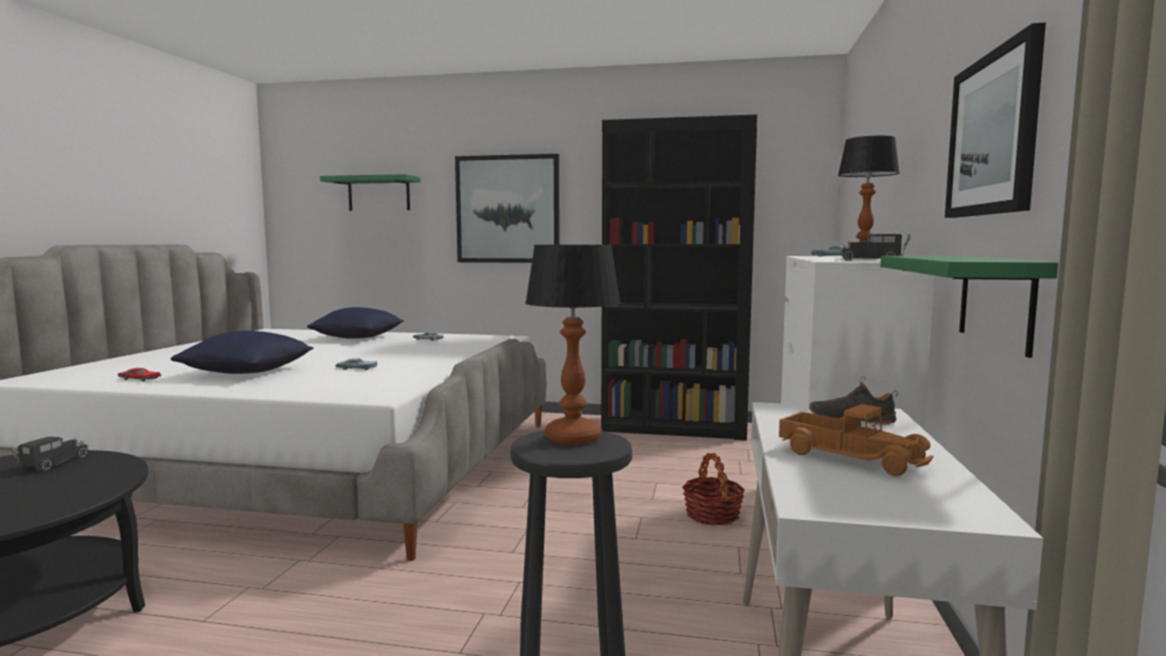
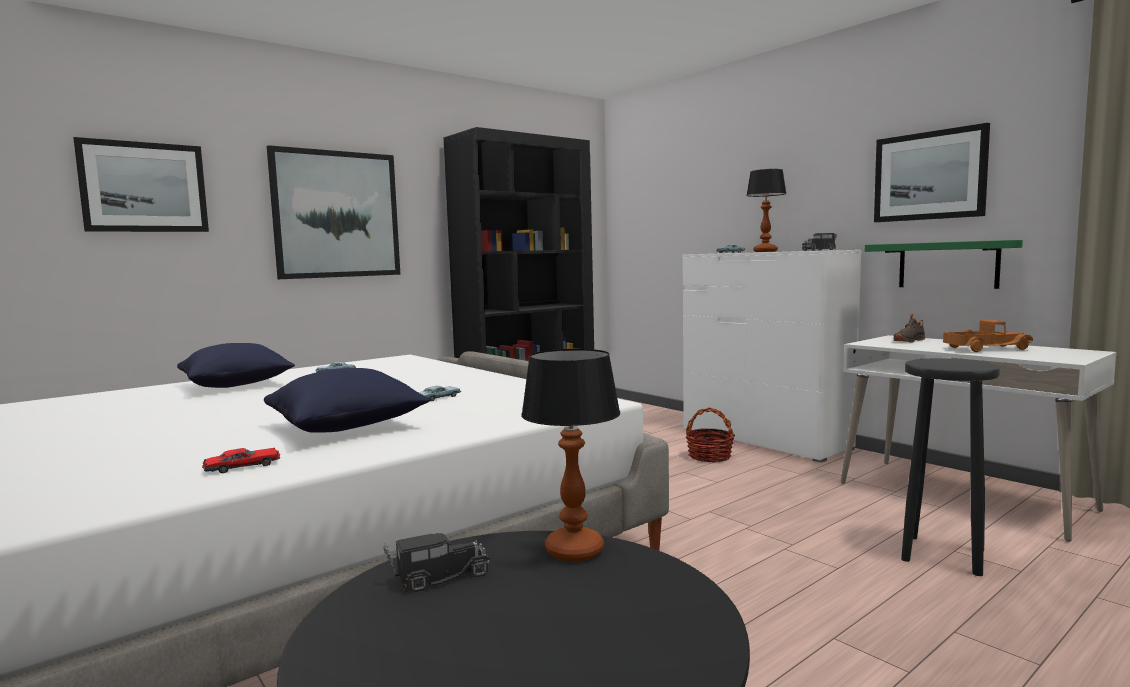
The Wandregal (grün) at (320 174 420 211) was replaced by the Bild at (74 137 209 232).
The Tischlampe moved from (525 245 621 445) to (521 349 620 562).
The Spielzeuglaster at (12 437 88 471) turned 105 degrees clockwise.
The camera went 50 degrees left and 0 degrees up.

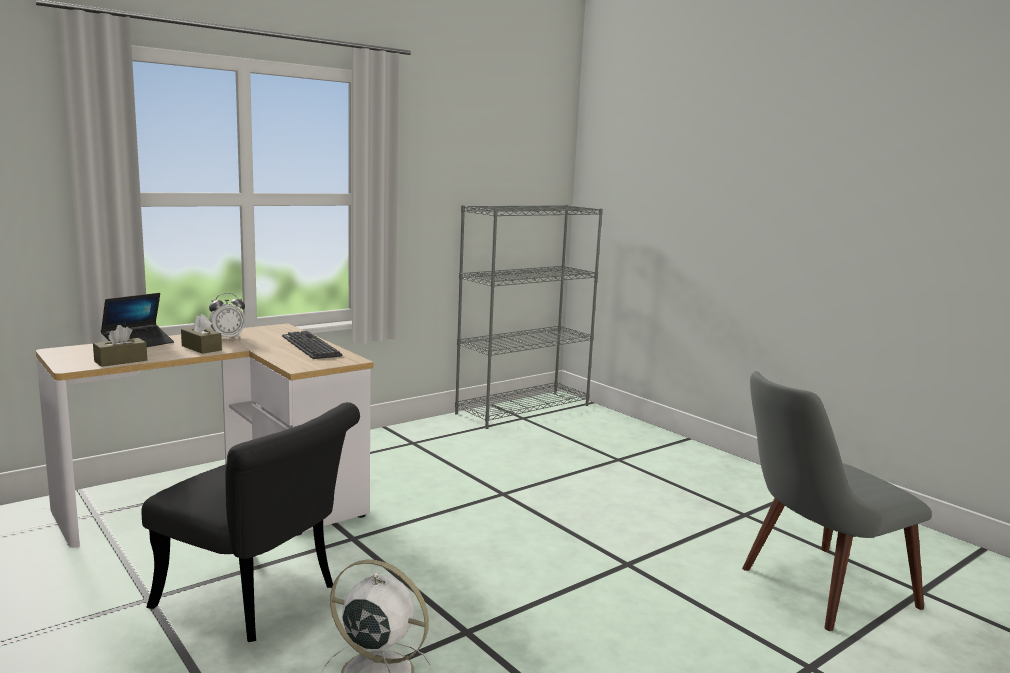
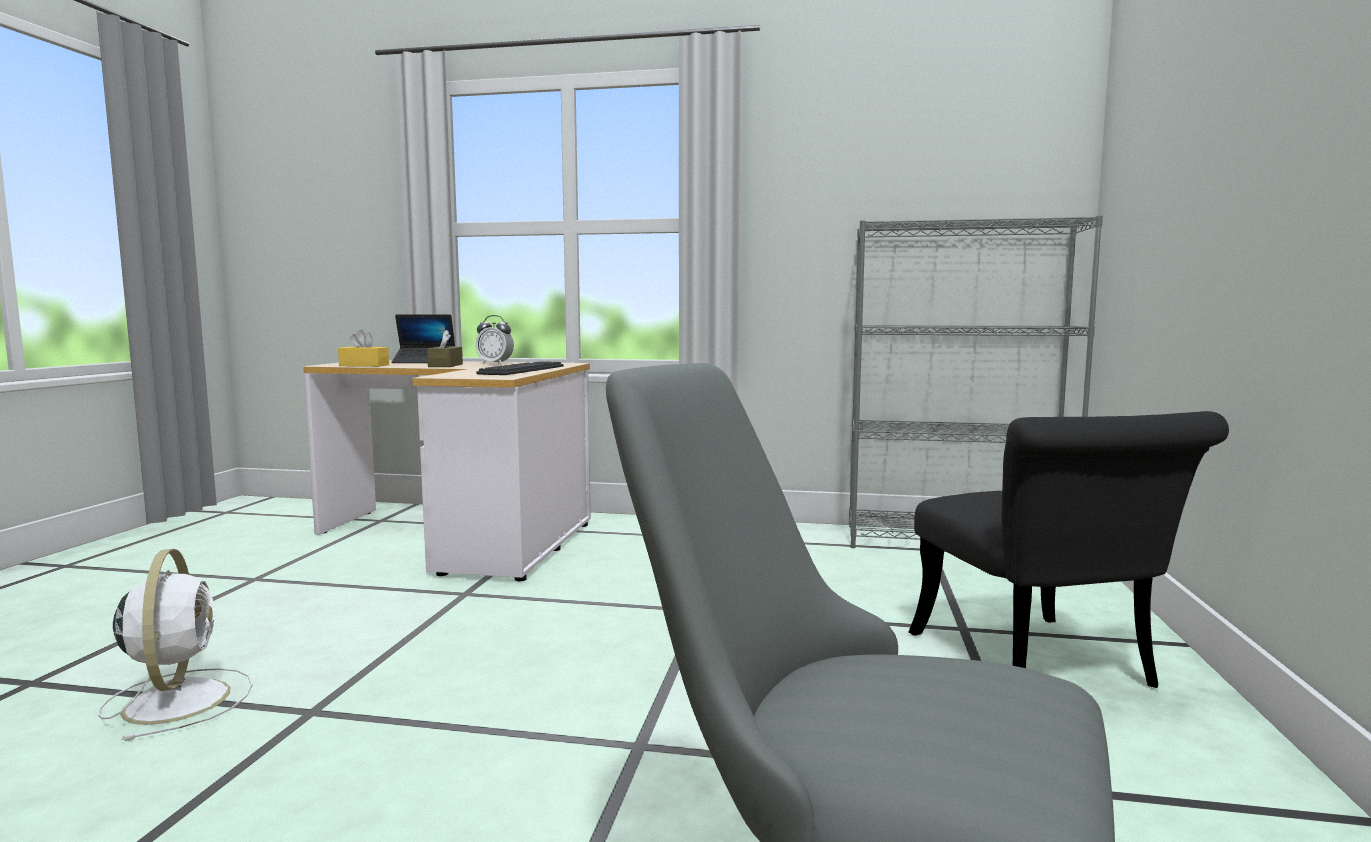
The Taschentuchbox (braun) at (93 325 147 367) became the Taschentuchbox (gelb) at (338 330 389 367).
The Stuhl (schwarz) moved from (142 402 360 642) to (908 411 1229 688).
The camera went 50 degrees right and 5 degrees down.

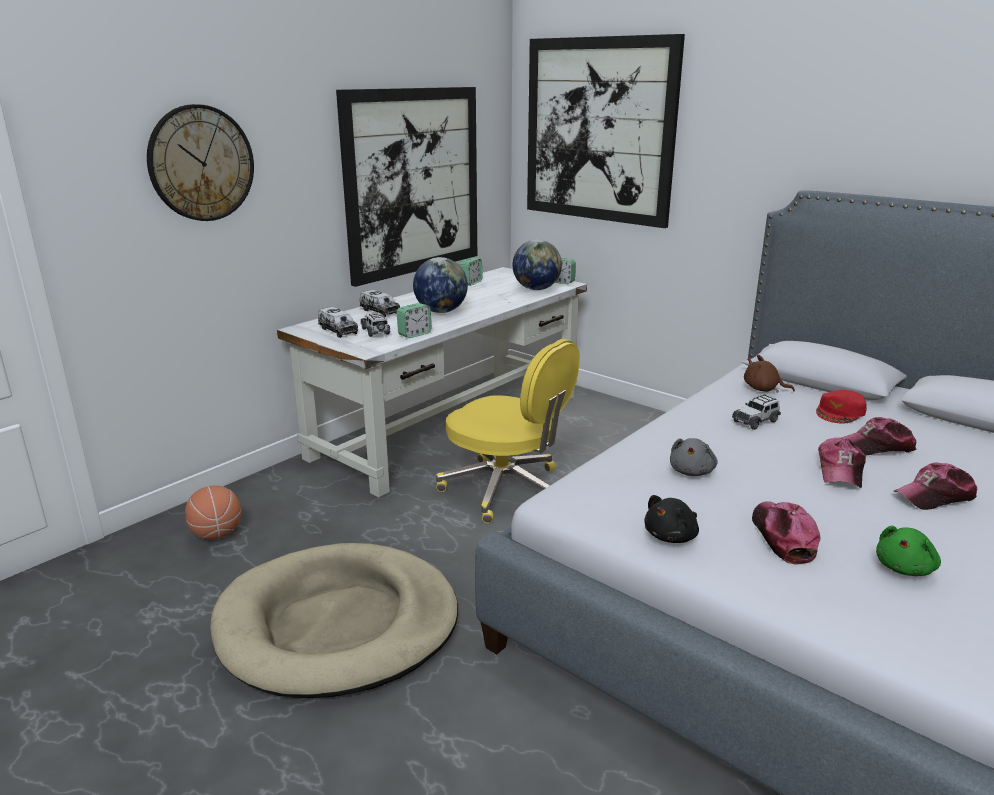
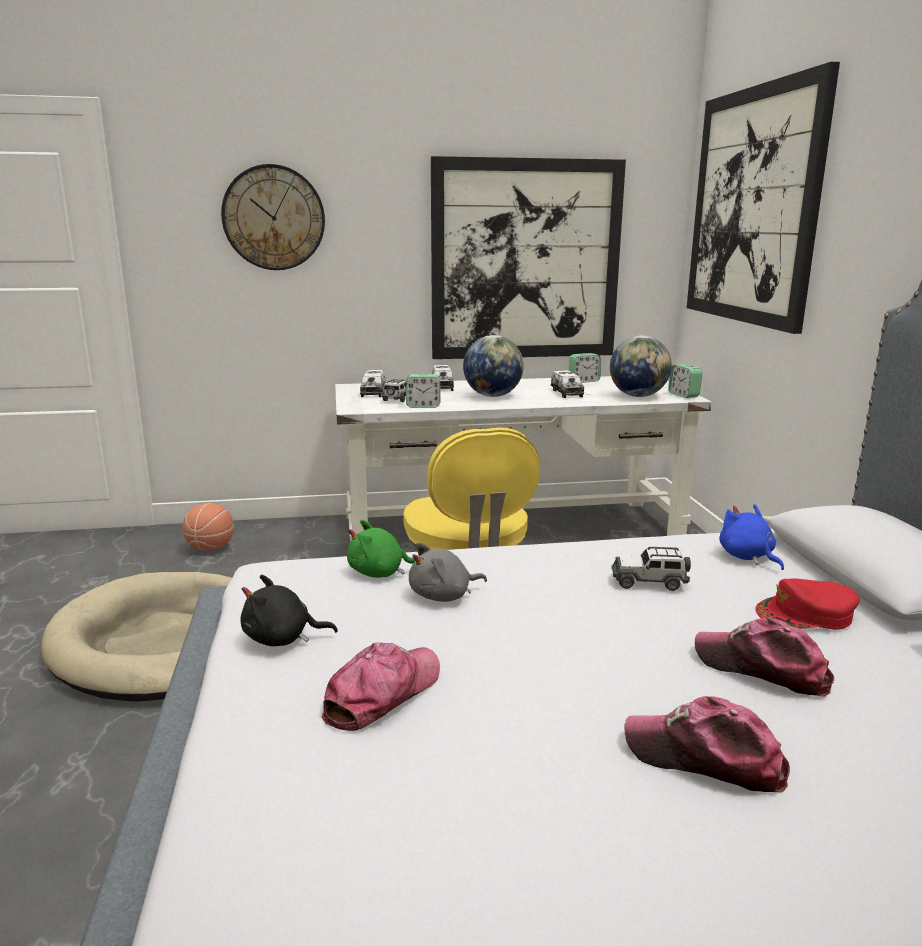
The Plüschtier (braun) at (744 355 795 393) became the Plüschtier (blau) at (719 504 784 570).
The Kappe at (818 438 866 488) disappeared.
The Plüschtier (grün) moved from (876 526 941 576) to (347 520 415 578).
The Spielzeuglaster at (551 370 584 398) appeared.
The camera went 40 degrees right and 5 degrees down.

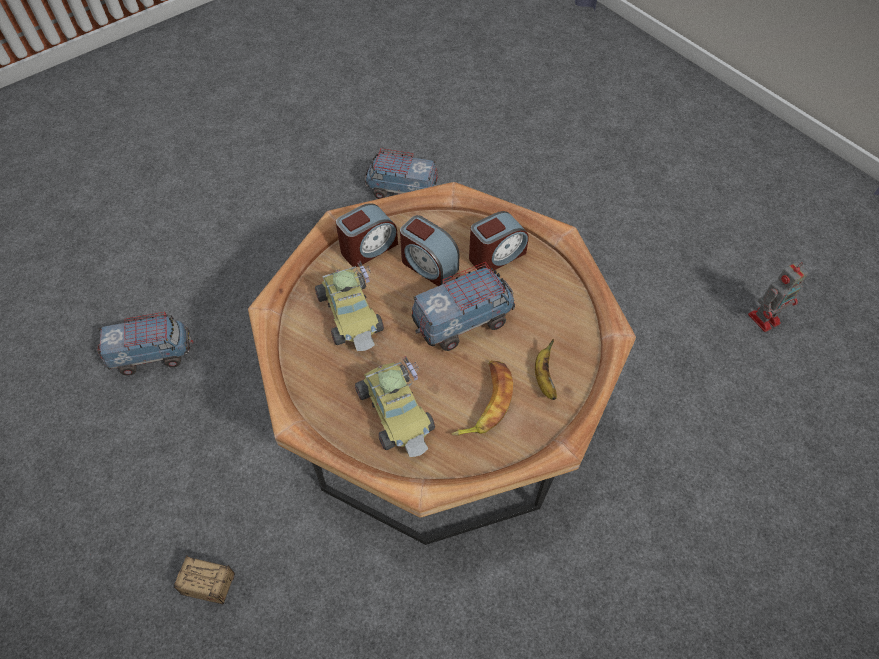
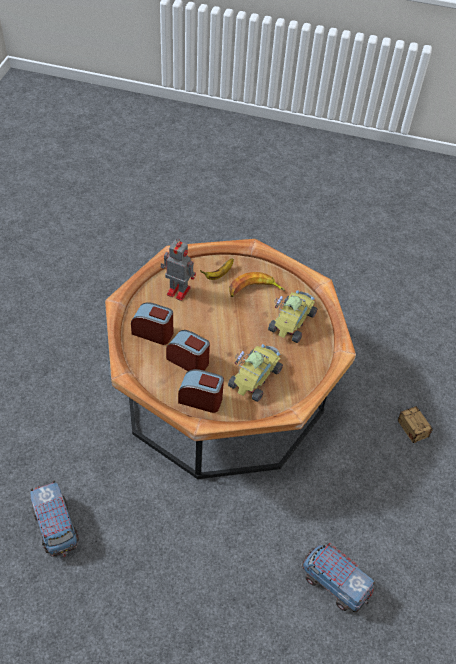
The Wecker at (400 215 460 286) turned 60 degrees counterclockwise.
The Spielzeuglaster at (412 262 515 351) disappeared.
The Spielzeugroboter moved from (748 262 809 332) to (160 238 196 301).
The camera went 130 degrees left and 5 degrees down.

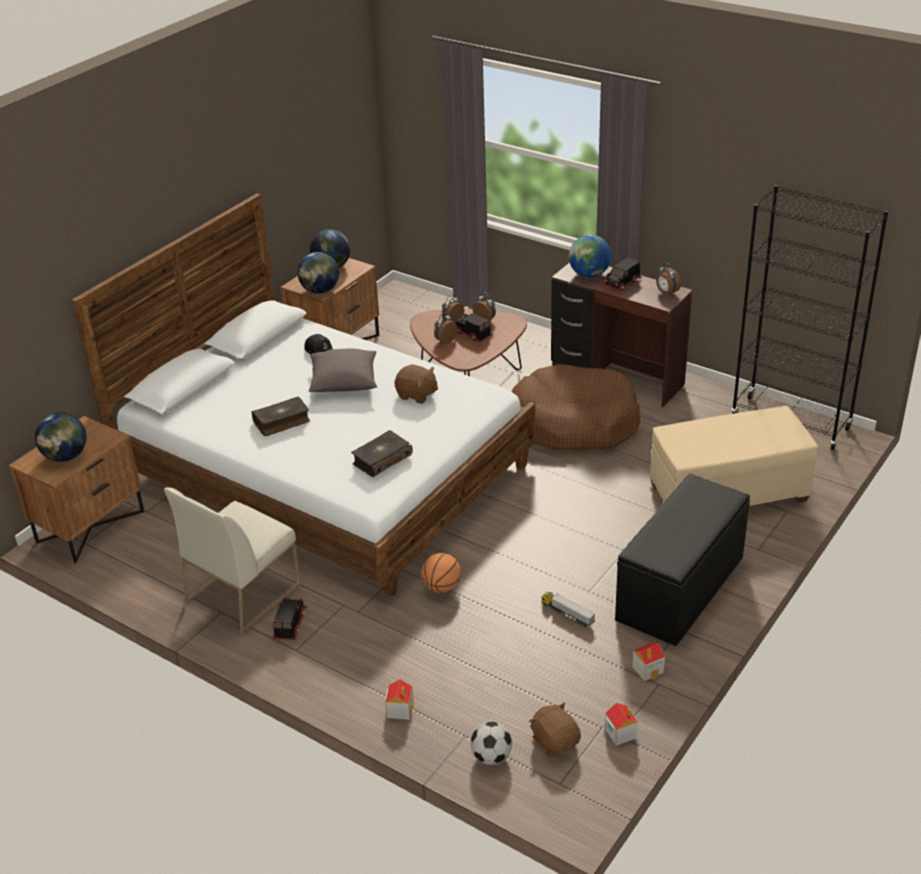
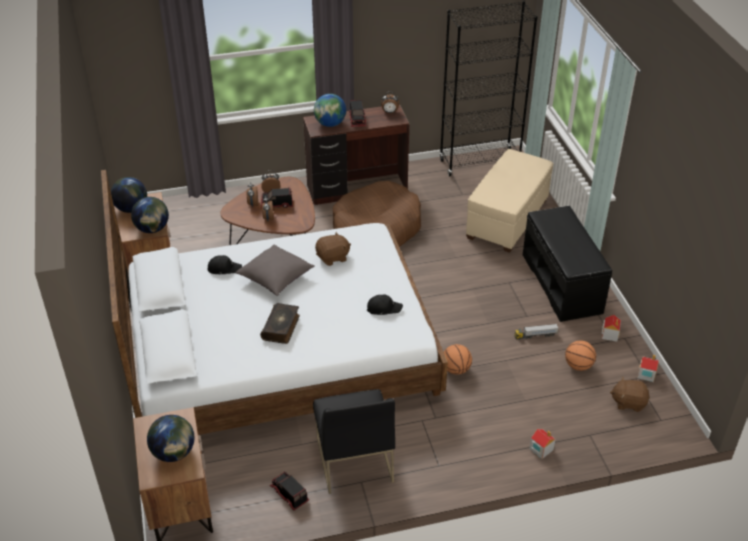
The Buch at (351 430 413 477) was replaced by the Kappe (schwarz) at (367 295 403 315).
The Stuhl (weiß) at (164 487 301 633) became the Stuhl (schwarz) at (313 389 395 494).
The Spielzeuglaster moved from (273 597 307 640) to (270 471 309 510).
The Fußball at (471 722 512 765) disappeared.
The Basketball at (565 340 596 371) appeared.
The camera went 50 degrees left and 5 degrees up.

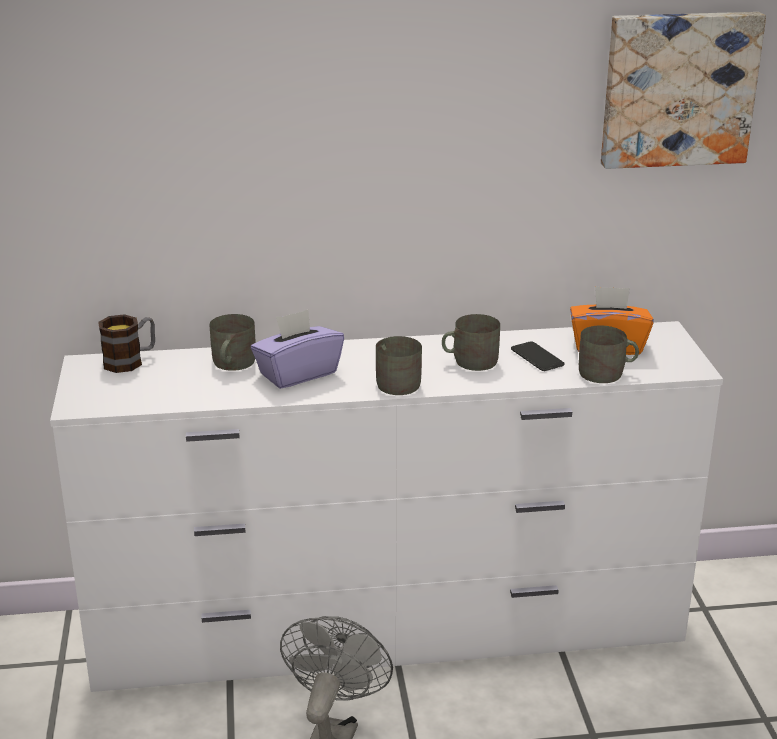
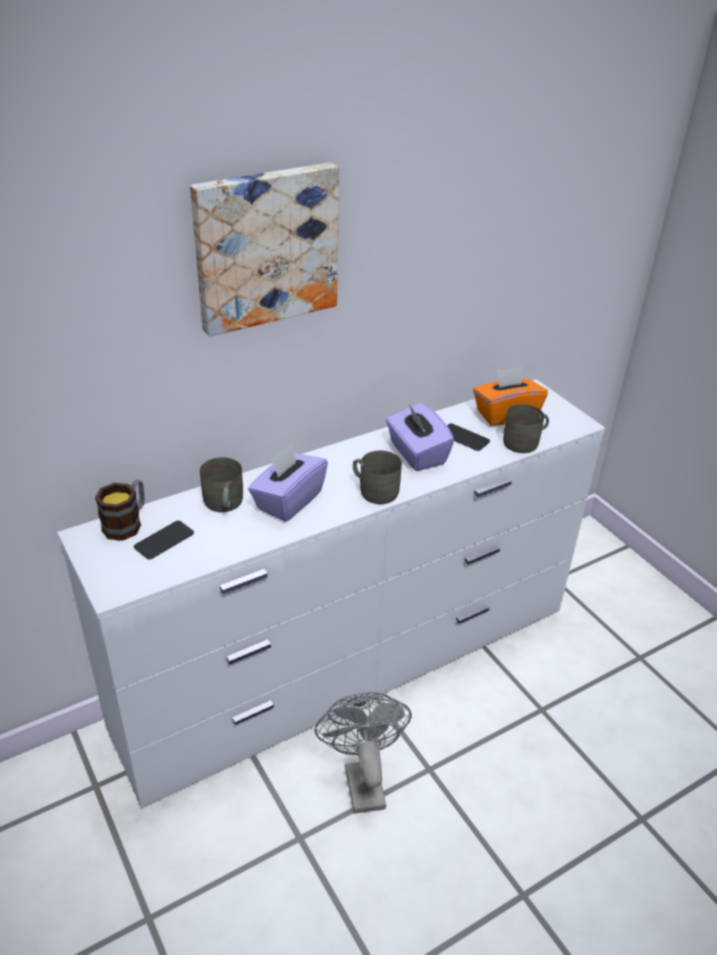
The Bild moved from (601 12 766 169) to (190 162 339 337).
The Henkelbecher (grau) at (442 314 500 371) was replaced by the Taschentuchbox (lila) at (386 403 454 471).
The Handy at (134 521 194 559) appeared.
The camera went 25 degrees left and 10 degrees up.

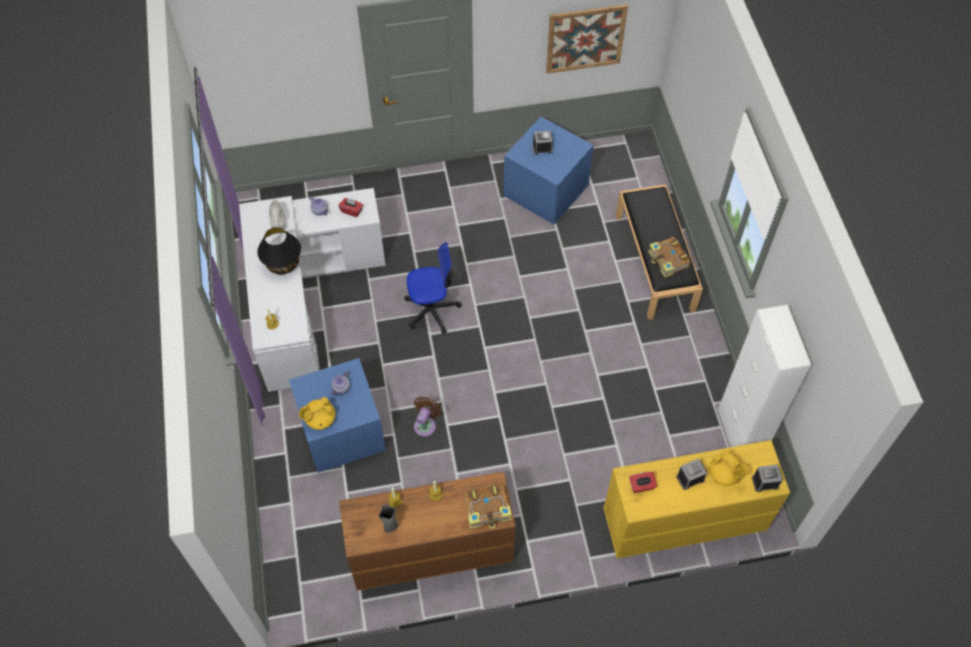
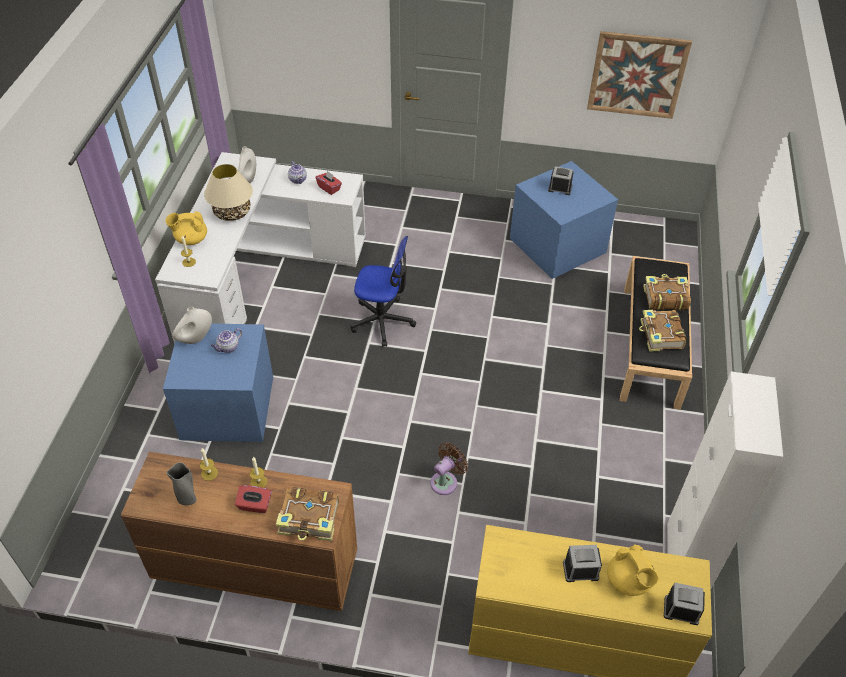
The Tischlampe (schwarz) at (257 227 301 274) became the Tischlampe (beige) at (204 164 253 221).
The Teekanne (gelb) moved from (299 397 335 430) to (165 211 207 245).
The Ventilator (braun) moved from (414 397 442 437) to (430 443 468 495).
The Taschentuchbox (rot) moved from (629 472 657 493) to (235 485 272 513).
The Buch at (643 274 691 310) appeared.
The Vase (weiß) at (173 307 212 344) appeared.
The camera went 20 degrees right and 10 degrees down.

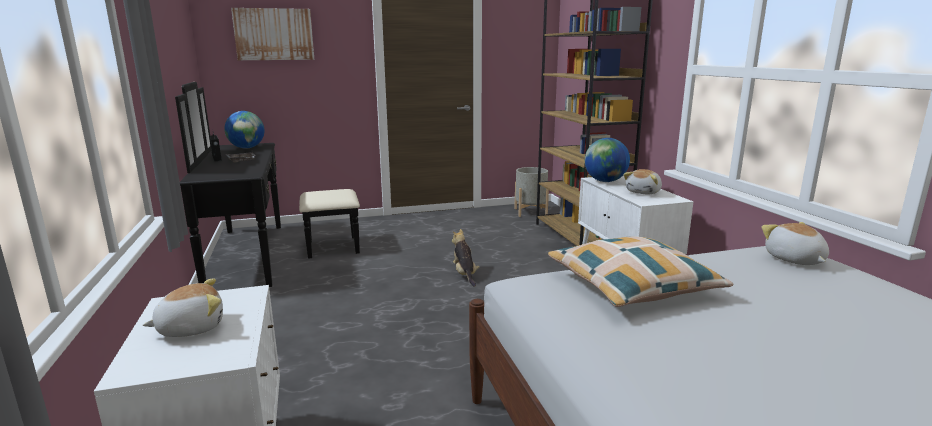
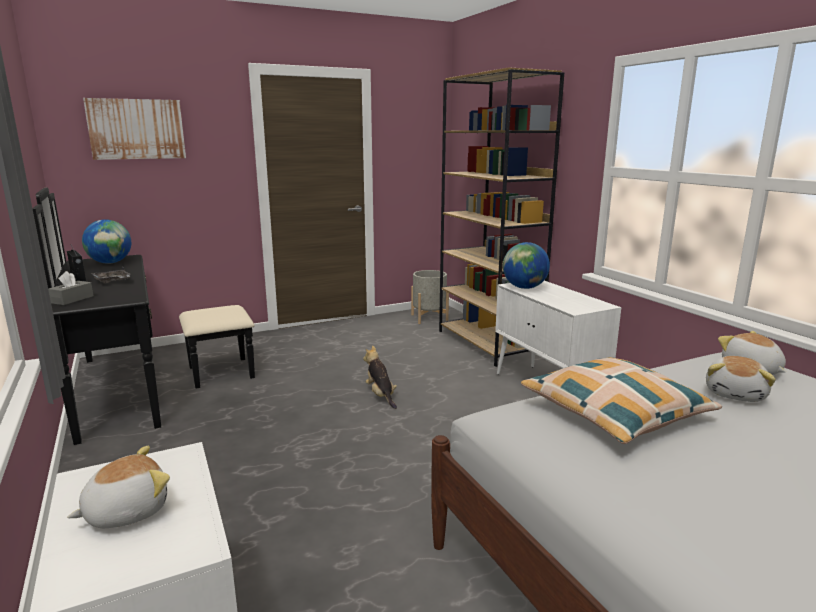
The Plüschtier moved from (623 169 662 195) to (706 356 776 402).
The Taschentuchbox (grau) at (48 271 93 305) appeared.
The camera went 10 degrees left and 0 degrees up.

